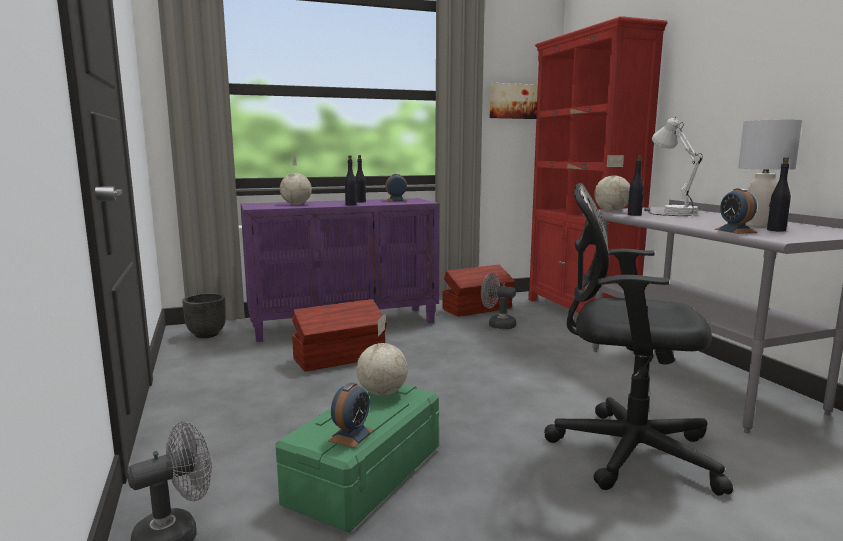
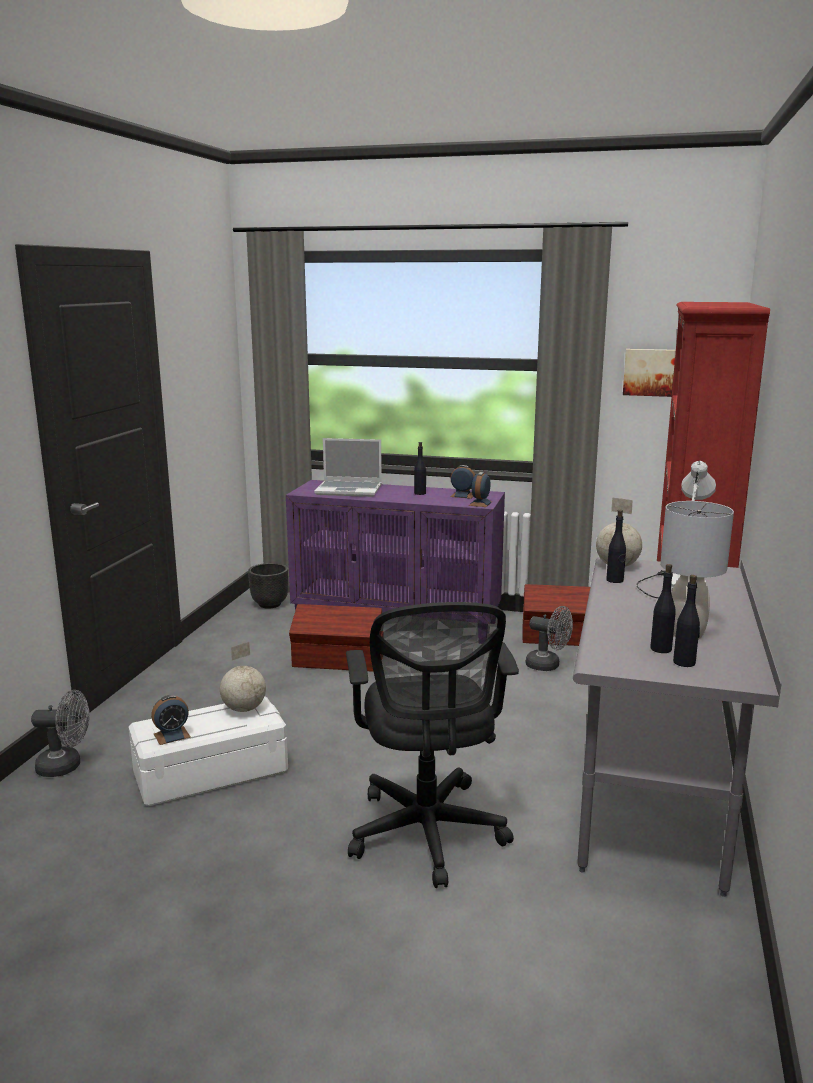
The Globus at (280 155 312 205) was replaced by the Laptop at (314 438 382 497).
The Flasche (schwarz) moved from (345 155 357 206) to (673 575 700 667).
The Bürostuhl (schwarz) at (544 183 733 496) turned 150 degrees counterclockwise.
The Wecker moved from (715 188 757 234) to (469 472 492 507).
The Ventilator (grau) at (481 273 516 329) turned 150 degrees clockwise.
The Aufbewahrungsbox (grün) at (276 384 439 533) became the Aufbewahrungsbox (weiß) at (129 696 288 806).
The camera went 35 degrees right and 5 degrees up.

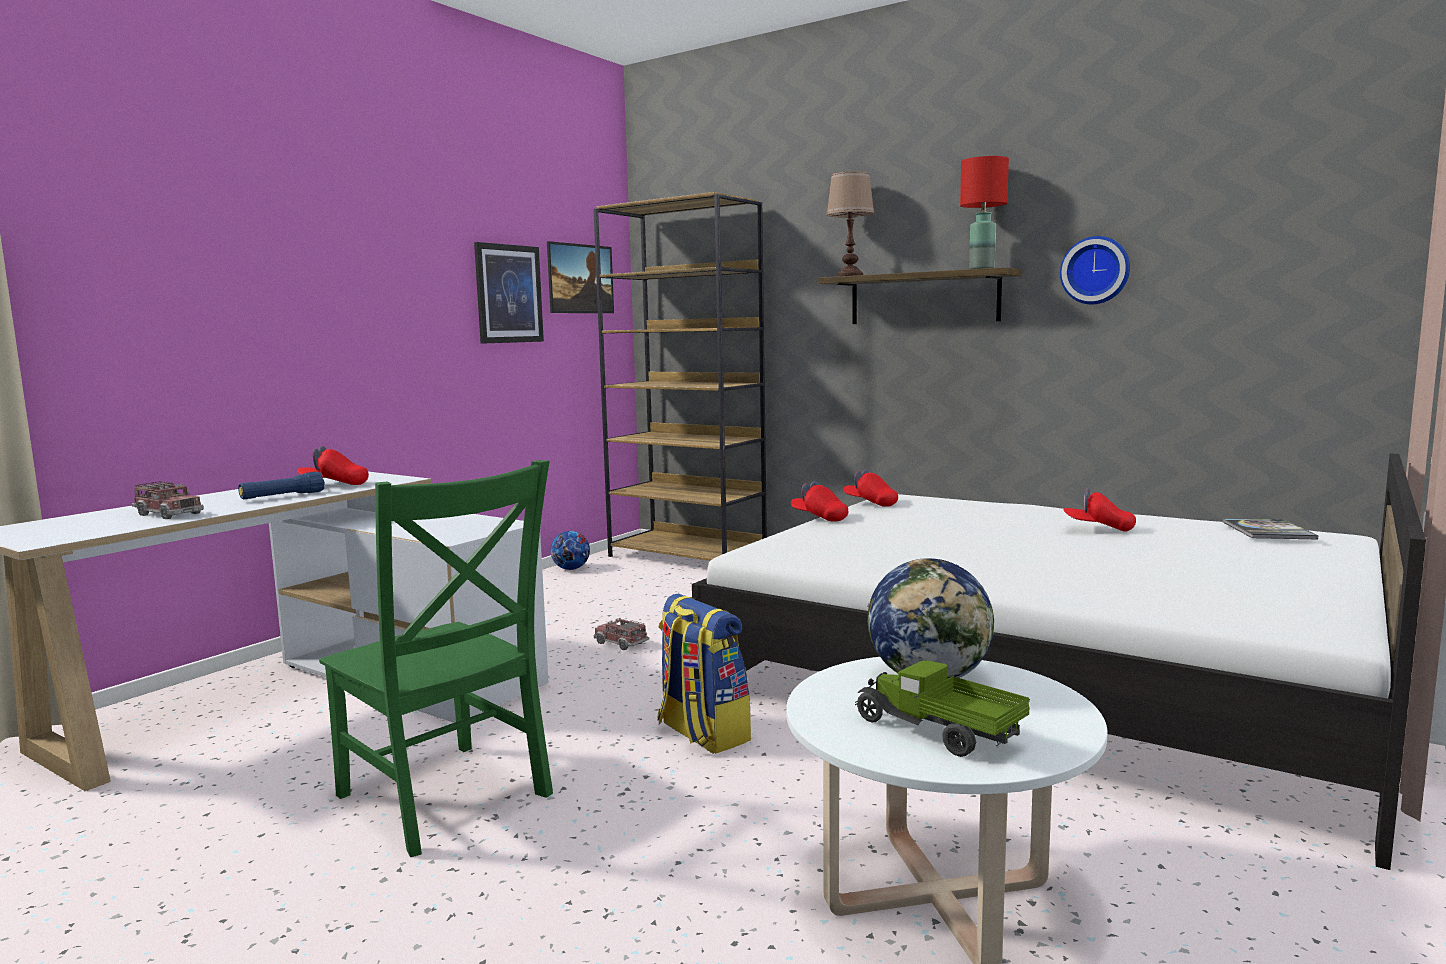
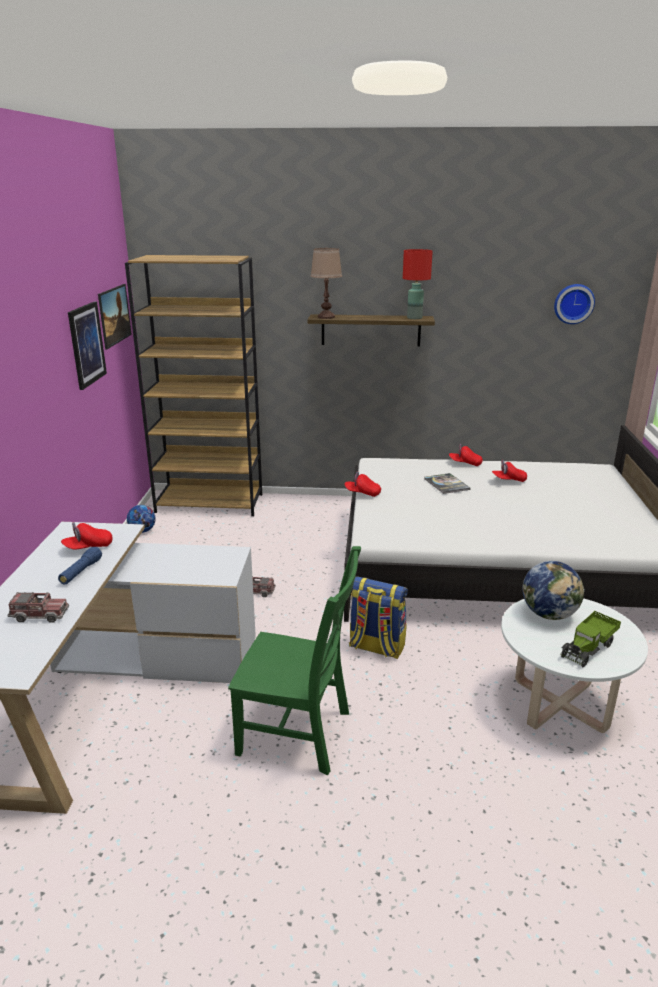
The Wanduhr moved from (1060 236 1130 304) to (554 284 595 324).
The Kappe (rot) moved from (843 469 898 507) to (449 444 483 466).
The Buch moved from (1223 518 1318 539) to (424 473 470 494).
The Spielzeuglaster at (855 660 1030 757) turned 60 degrees counterclockwise.
The camera went 30 degrees left and 15 degrees up.

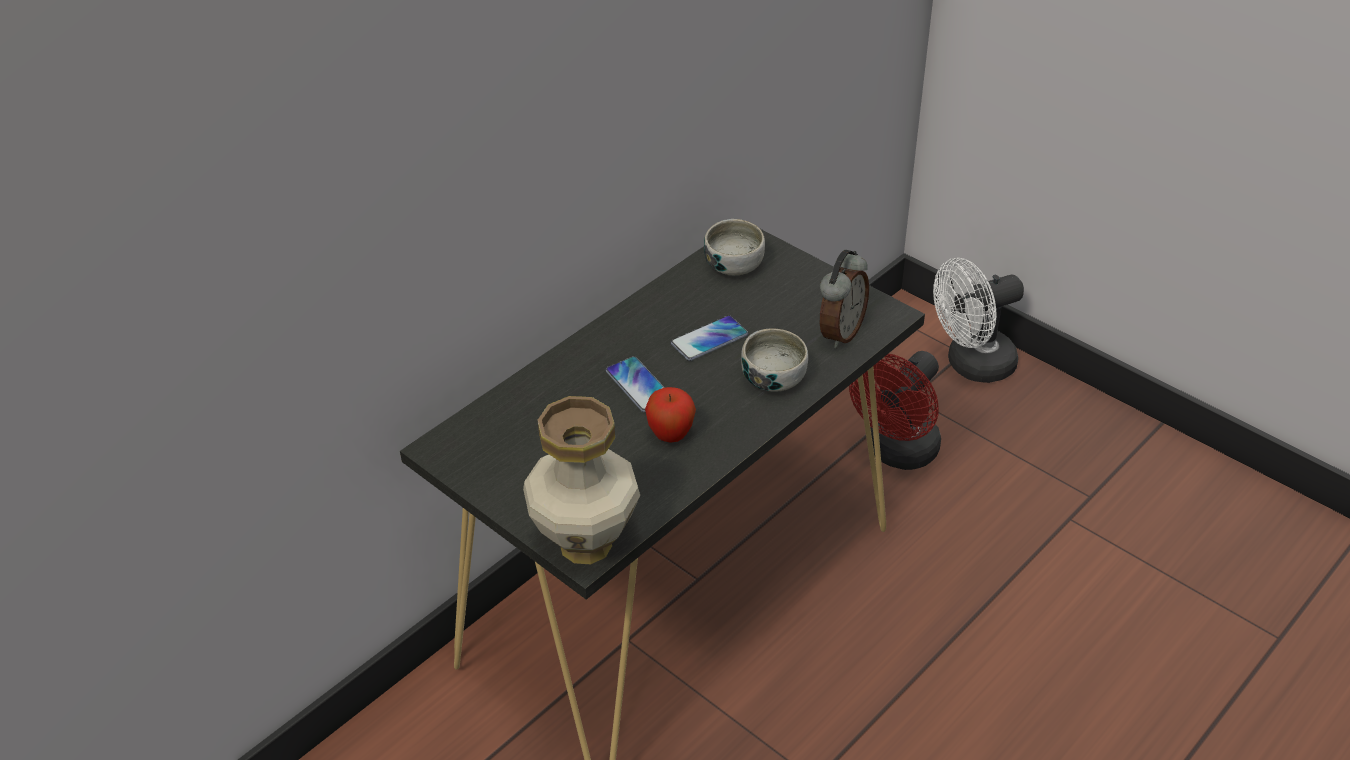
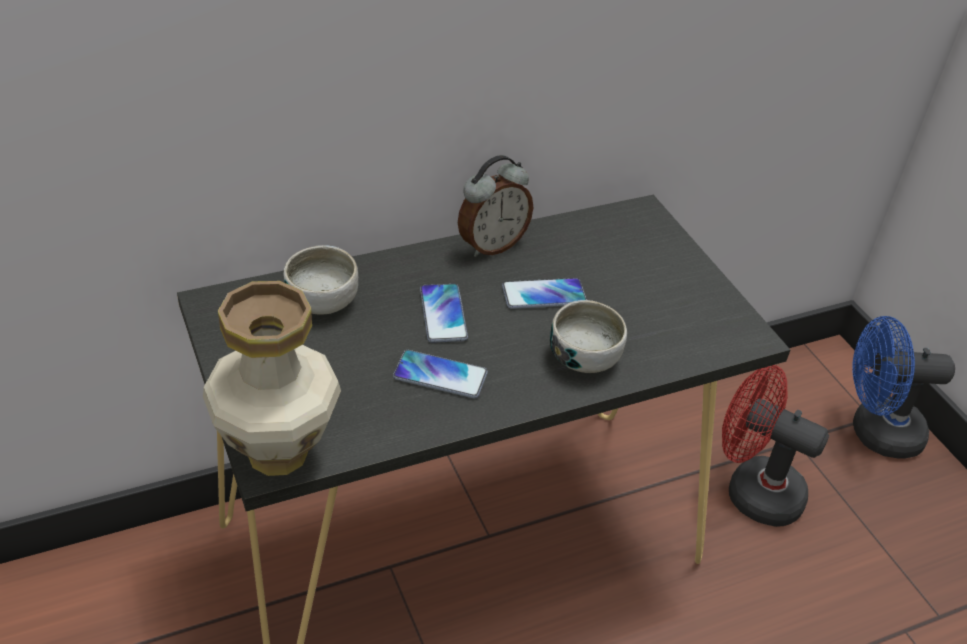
The Schüssel moved from (704 219 765 275) to (283 245 358 315).
The Wecker moved from (820 250 869 348) to (458 155 533 257).
The Ventilator (weiß) at (933 258 1024 383) became the Ventilator (blau) at (852 316 955 459).
The Ventilator (rot) at (849 351 941 470) turned 60 degrees clockwise.
The Apfel at (645 387 696 443) was replaced by the Handy at (393 350 488 398).
The camera went 20 degrees right and 0 degrees up.

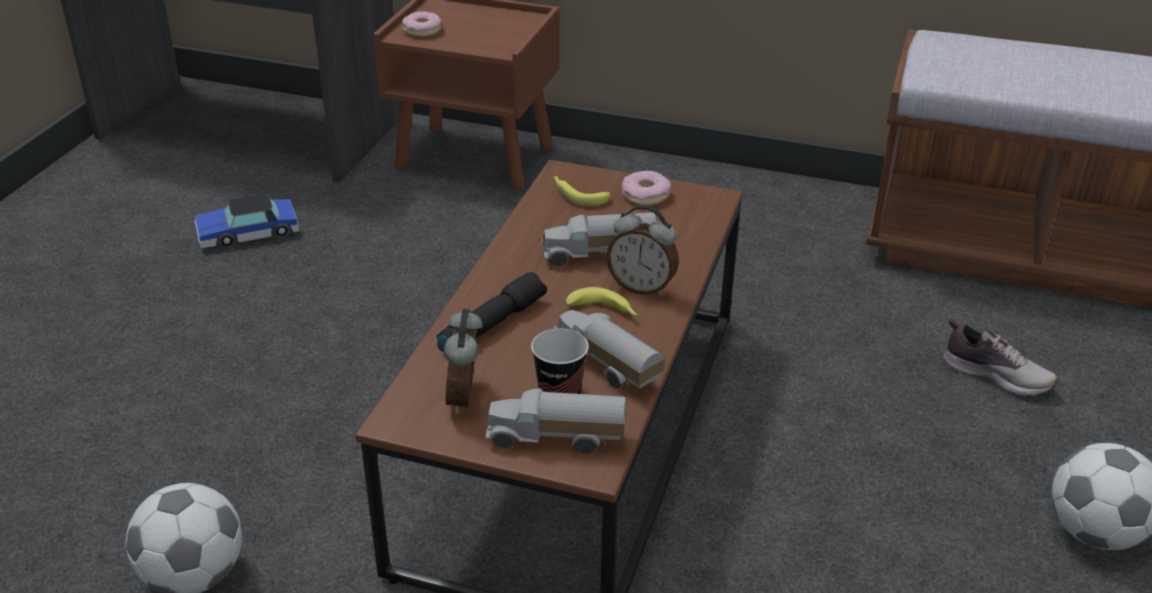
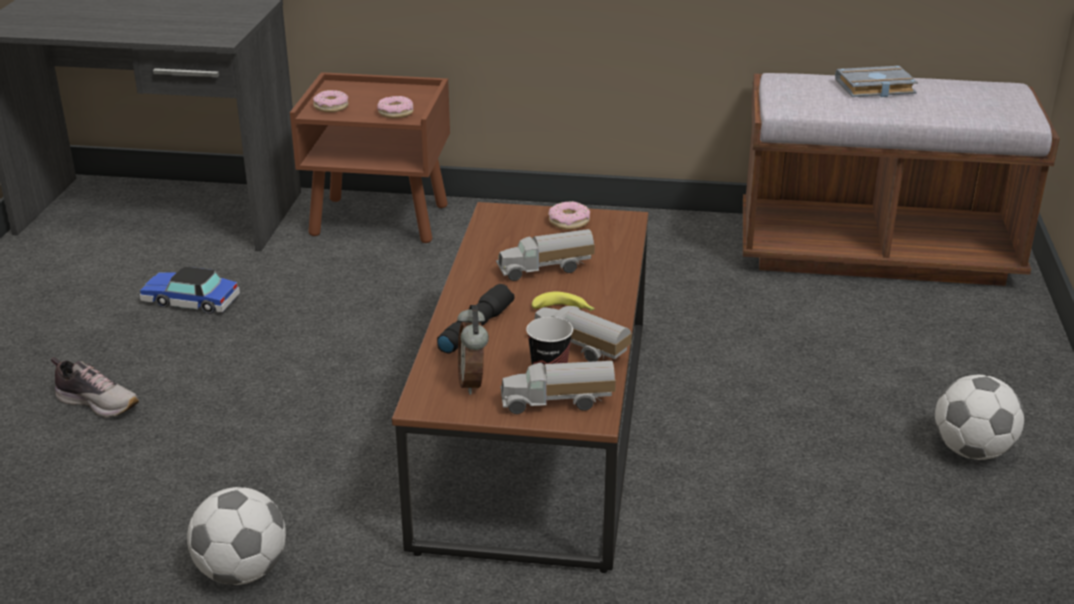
The Banane at (553 176 610 207) disappeared.
The Spielzeugauto at (195 193 300 248) turned 45 degrees clockwise.
The Wecker at (606 205 679 296) disappeared.
The Schuh moved from (943 319 1058 396) to (51 357 139 417).
The Buch (grau) at (835 66 918 97) appeared.
The Donut at (377 96 413 118) appeared.
The camera went 10 degrees left and 5 degrees down.

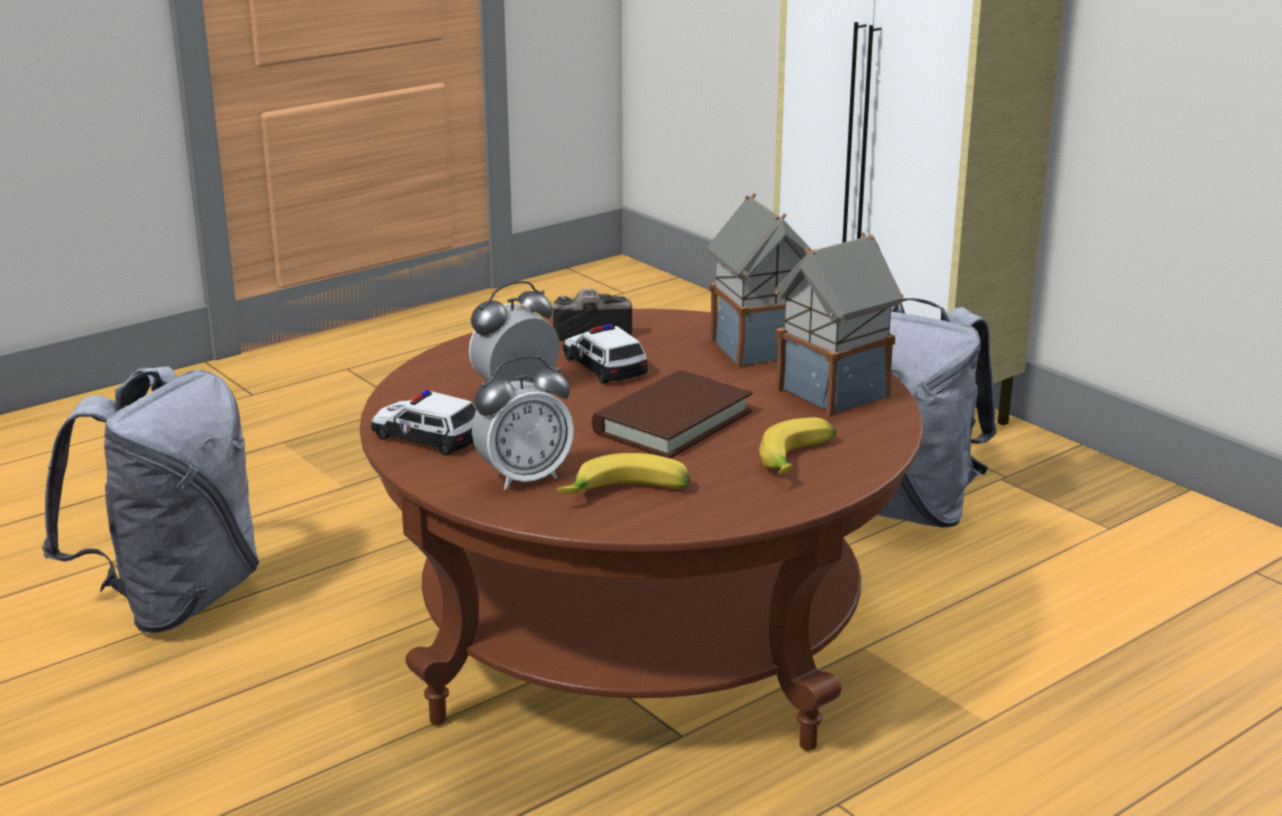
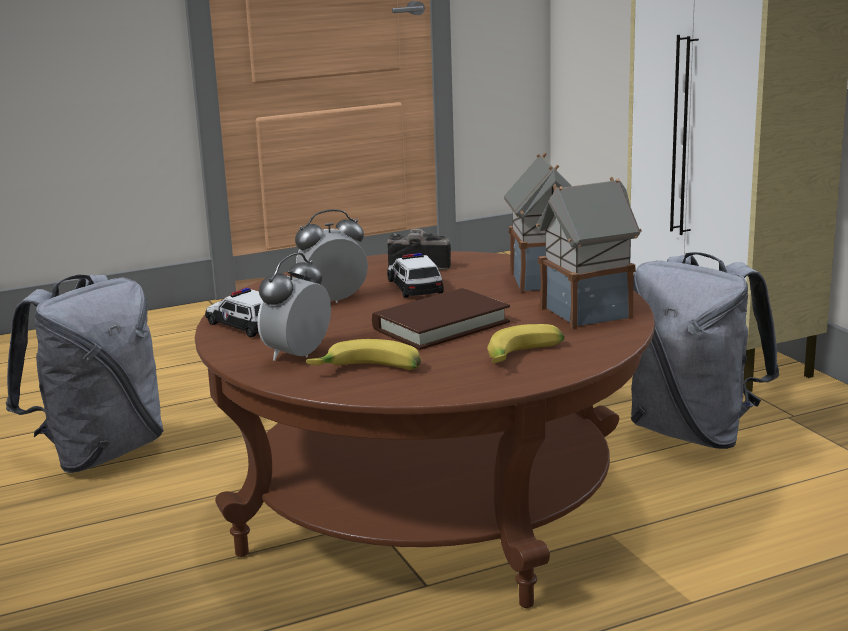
The Wecker at (472 355 574 490) turned 135 degrees clockwise.
The camera went 15 degrees right and 5 degrees down.

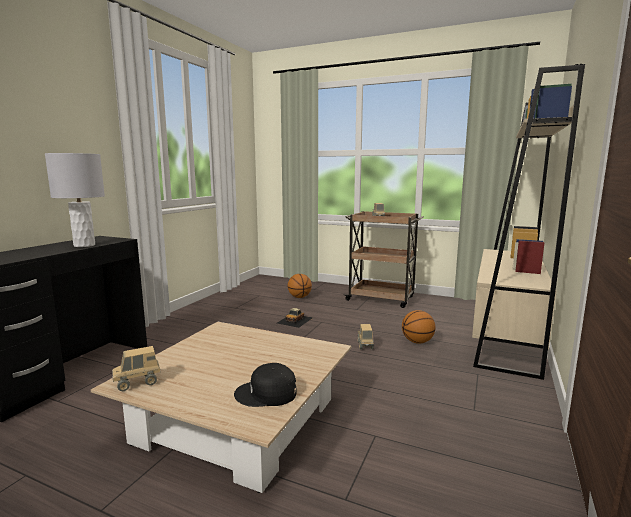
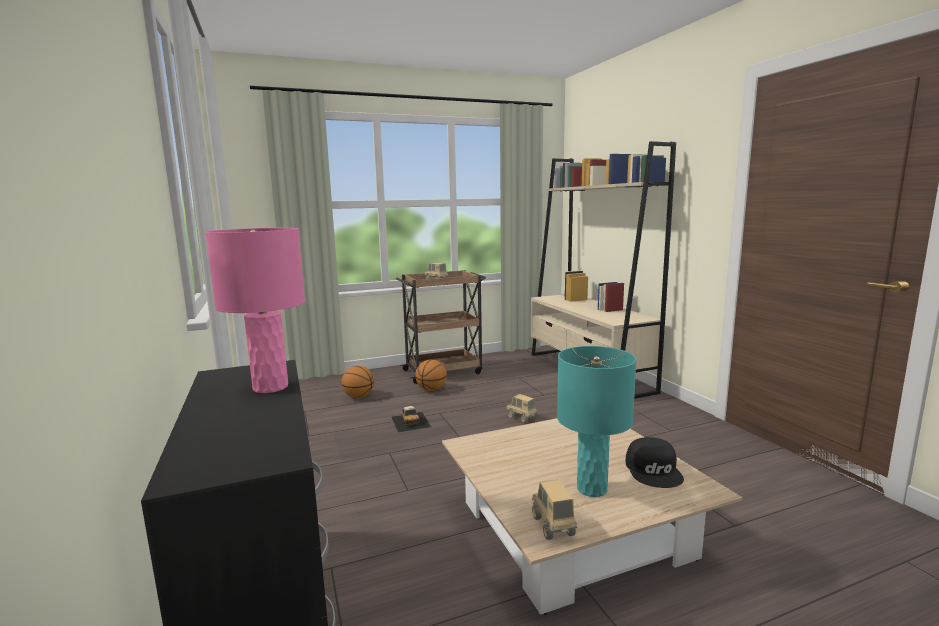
The Tischlampe (grau) at (45 153 105 247) became the Tischlampe (rosa) at (205 228 305 393).
The Basketball moved from (402 310 436 344) to (415 359 447 391).
The Spielzeuglaster at (112 346 160 391) turned 150 degrees clockwise.
The Kappe (schwarz) at (234 363 297 407) turned 45 degrees counterclockwise.
The Tischlampe (türkis) at (557 346 636 497) appeared.
The camera went 45 degrees left and 0 degrees up.

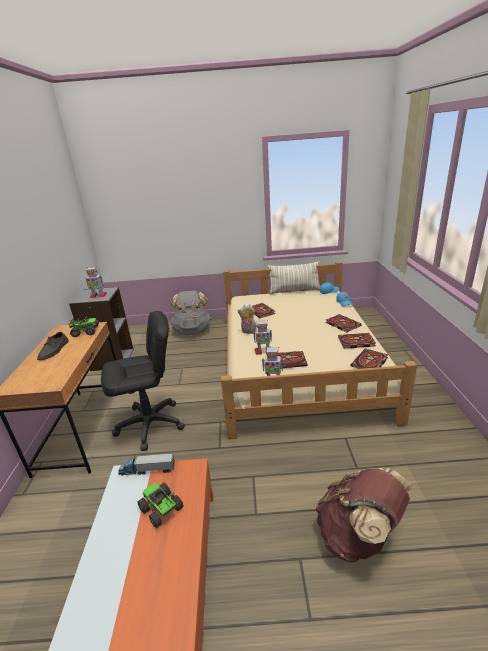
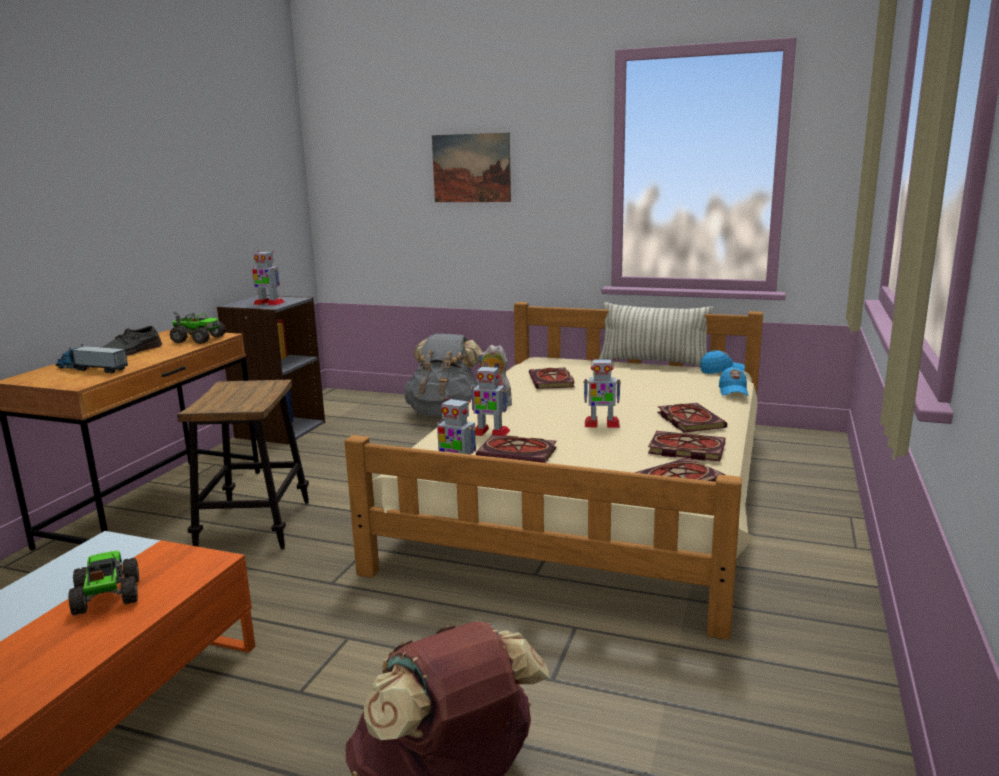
The Bürostuhl (schwarz) at (101 311 185 451) was replaced by the Hocker at (177 379 309 549).
The Spielzeuglaster moved from (118 453 175 475) to (55 344 128 373).
The Bild at (432 133 511 202) appeared.
The Spielzeugroboter at (584 358 621 428) appeared.
The camera went 20 degrees right and 10 degrees down.

